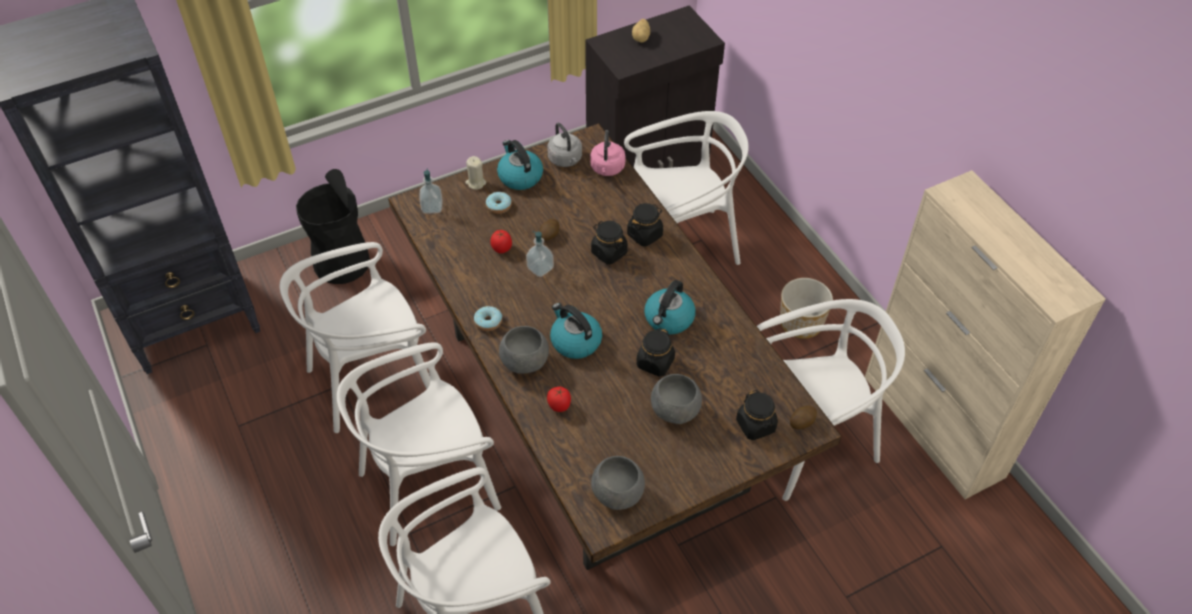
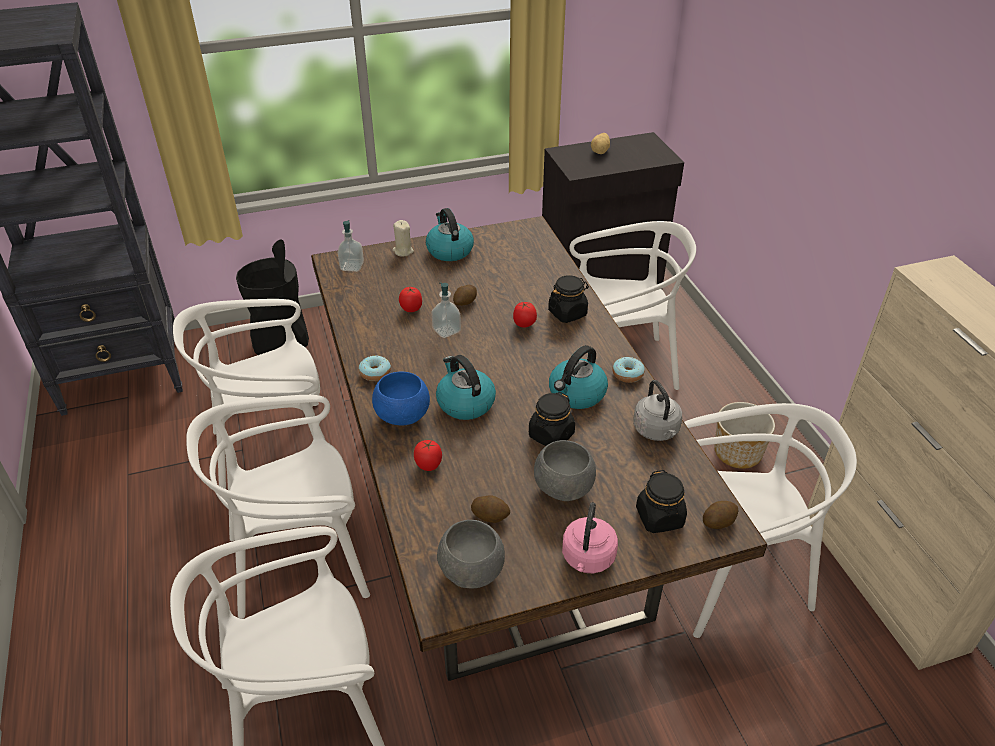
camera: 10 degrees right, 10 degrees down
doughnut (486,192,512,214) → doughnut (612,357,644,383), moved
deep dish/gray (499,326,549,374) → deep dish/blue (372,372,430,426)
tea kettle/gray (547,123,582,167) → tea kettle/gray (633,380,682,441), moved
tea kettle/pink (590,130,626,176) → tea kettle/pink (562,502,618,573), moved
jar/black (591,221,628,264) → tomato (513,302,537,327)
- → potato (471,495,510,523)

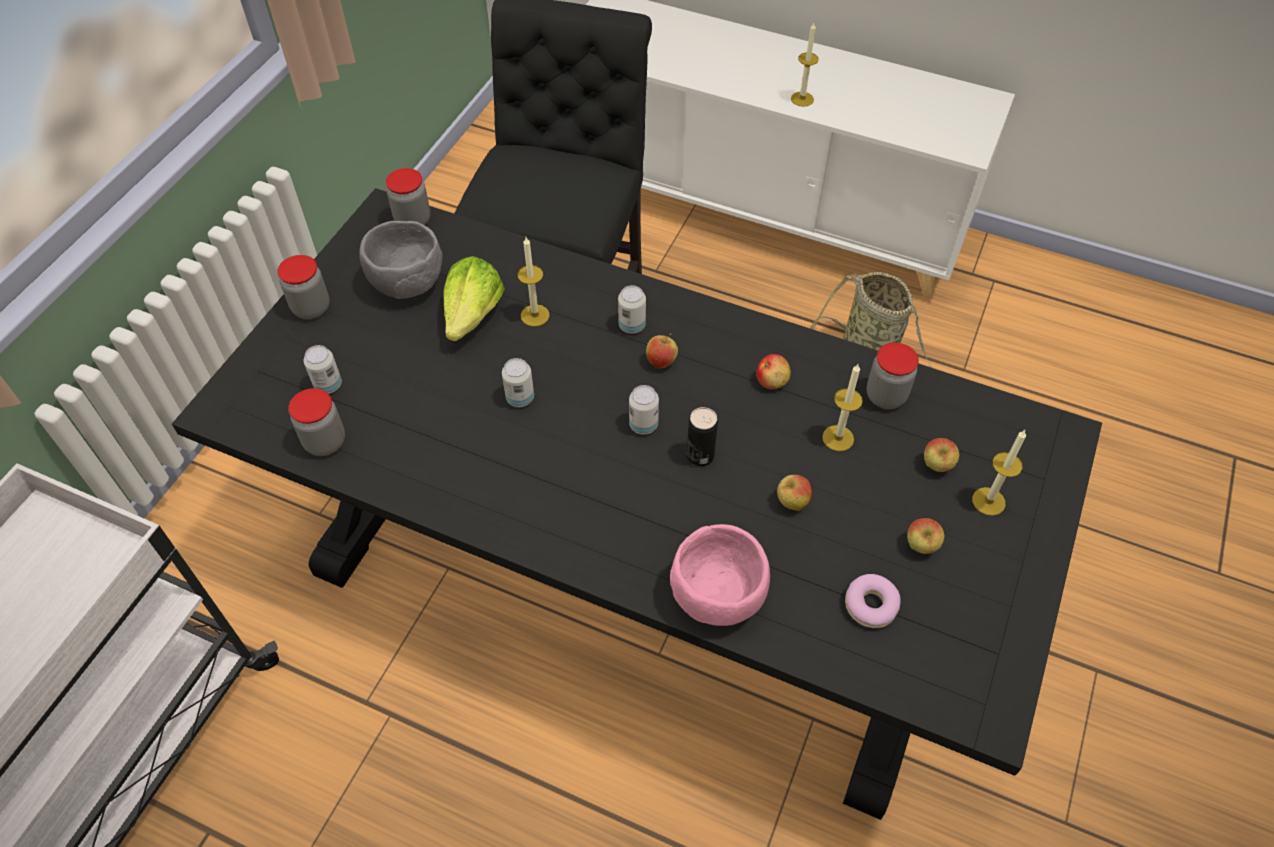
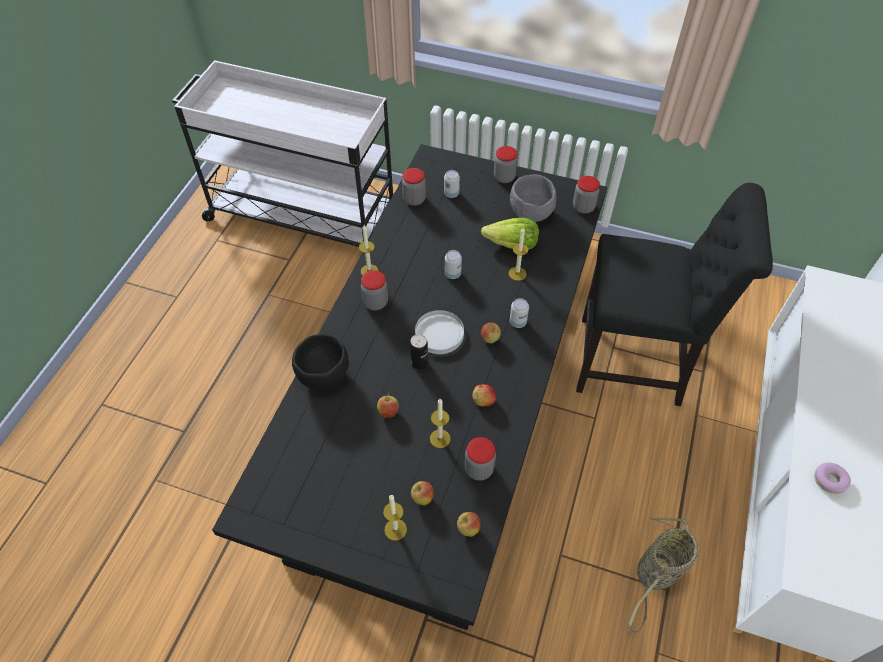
camera: 85 degrees right, 0 degrees up
can (629,385,659,434) → dinner plate/white (415,310,464,354)
deep dish/pink (670,524,770,626) → deep dish/black (292,334,349,390)
candle (791,23,819,107) → candle (359,225,378,276), moved
doughnut (845,574,901,628) → doughnut (814,462,851,494), moved
apple fruit (907,518,945,554) → apple fruit (457,512,480,537), moved
- → jar (361,270,388,310)

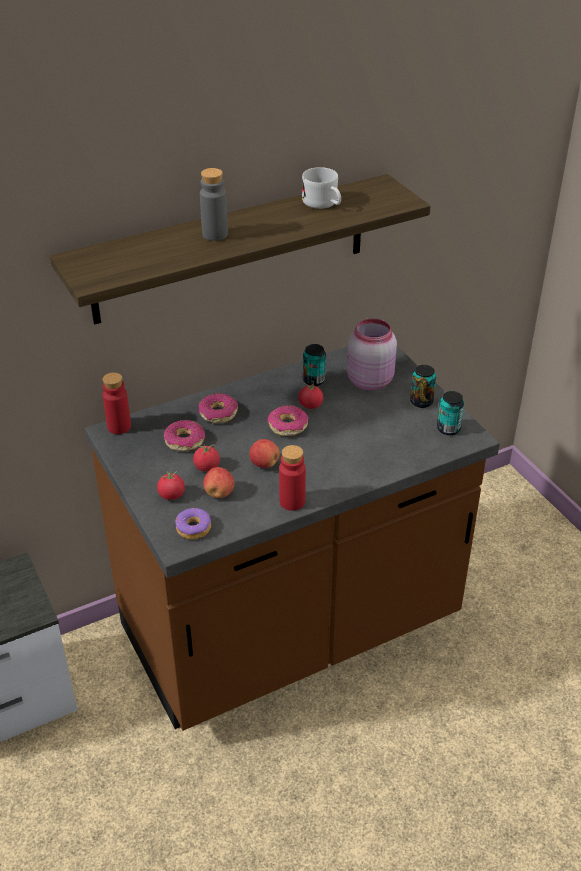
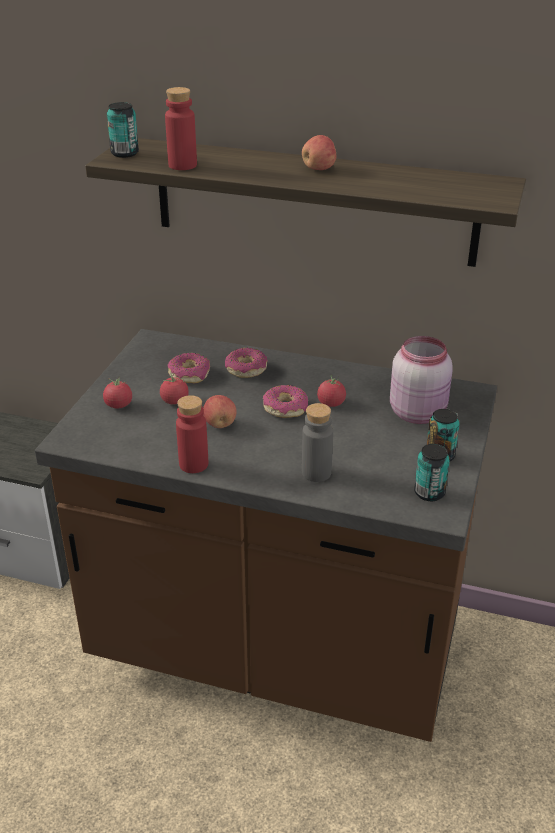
camera: 45 degrees right, 5 degrees down
beverage bottle/red (102,372,131,434) → beverage bottle/red (165,87,197,170), moved
doughnut (175,508,211,539) → -
beverage bottle/gray (200,168,228,241) → beverage bottle/gray (302,403,333,482), moved
apple fruit (203,467,234,498) → apple fruit (302,135,336,170), moved
mug/white (302,167,341,209) → -
can (303,344,326,386) → can (107,102,139,158), moved

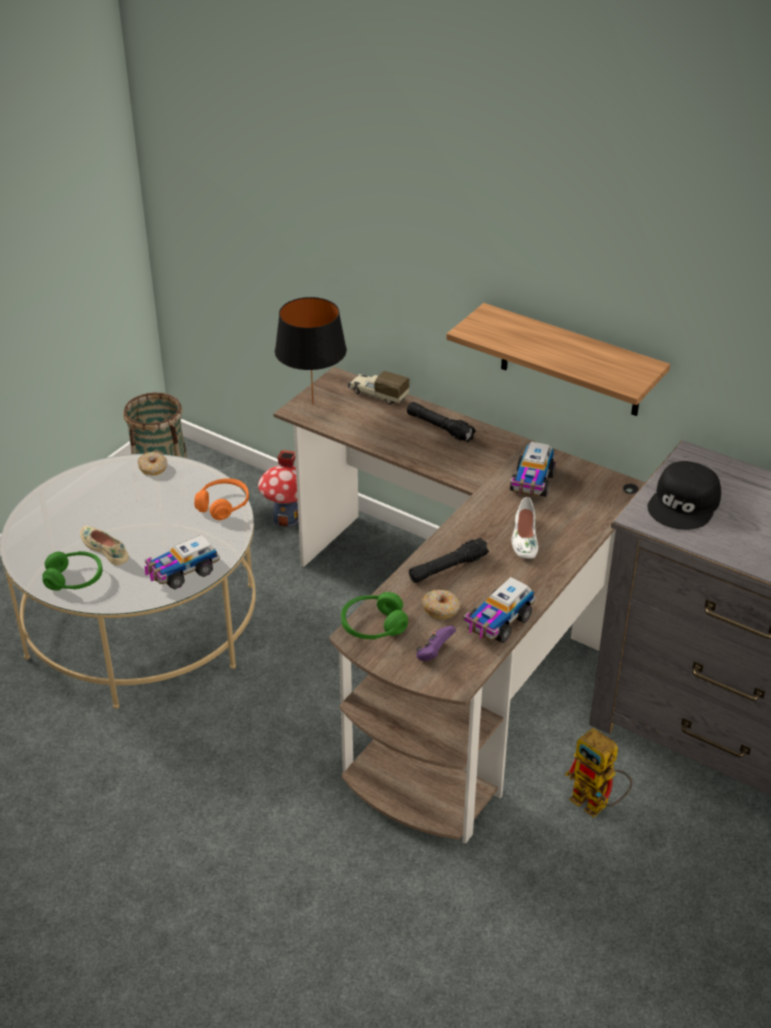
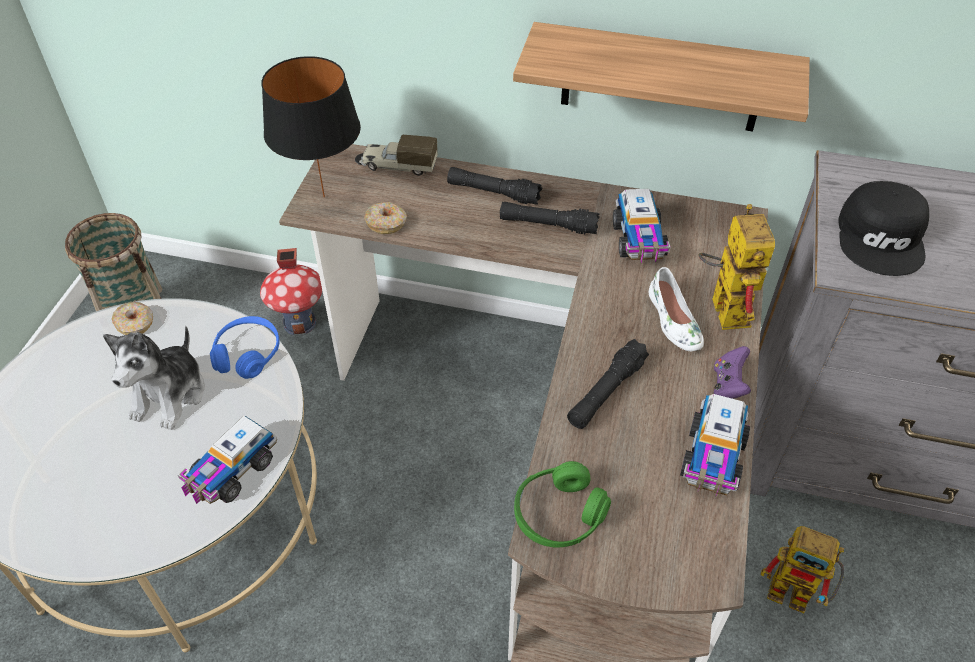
camera: 20 degrees left, 10 degrees up
headset/green (42,551,103,591) → -
item of footwear/sand-coloured (80,526,129,566) → -
headset/orange-coloured (194,478,249,520) → headset/blue (210,316,280,379)
joypad/purple-coloured (416,625,456,661) → joypad/purple-coloured (714,346,751,399), moved
doughnut (422,589,460,619) → doughnut (364,202,407,234), moved
- → soft toy (103,326,205,430)
- → torch/black (500,202,600,234)
- → model robot (698,204,775,330)

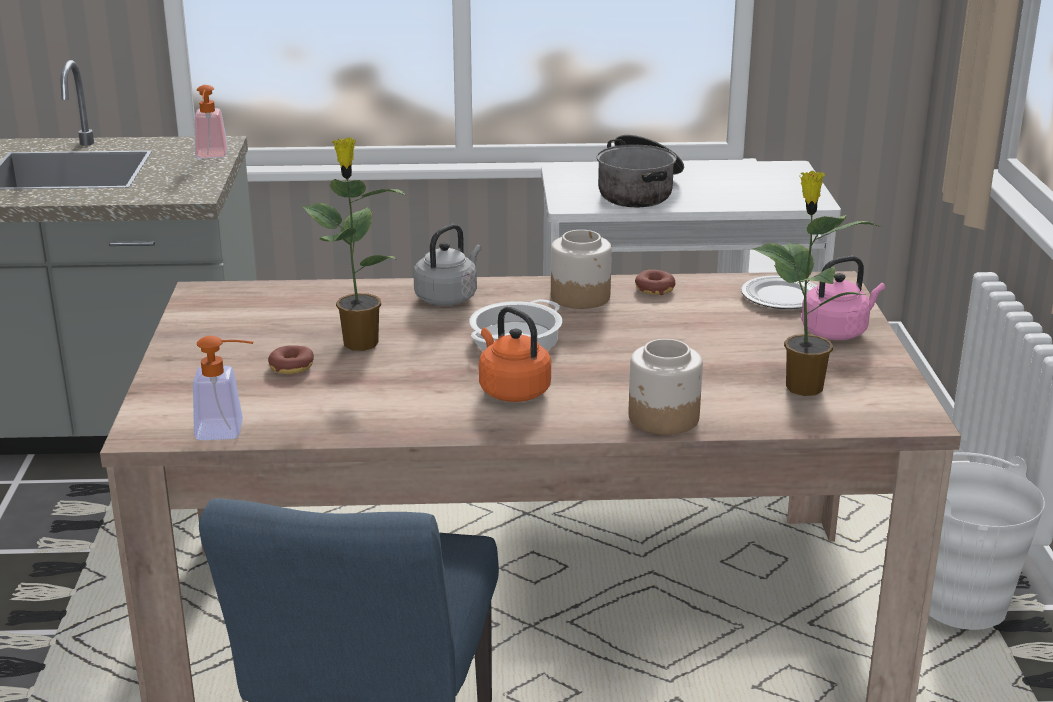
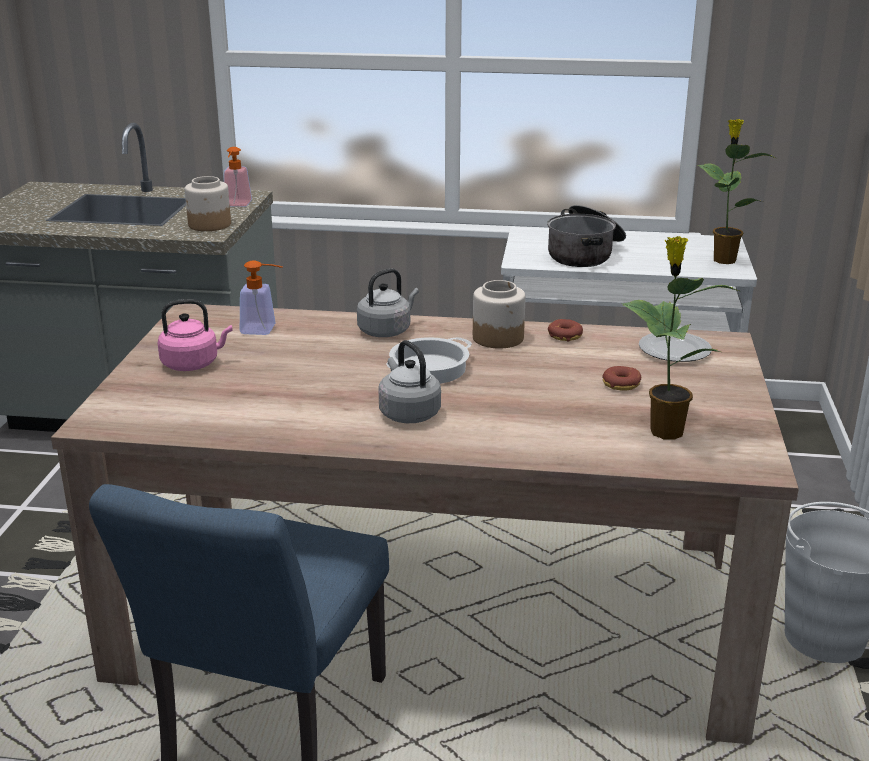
camera: 10 degrees right, 0 degrees up
soap dispenser (193,336,254,440) → soap dispenser (240,260,283,335), moved
doughnut (268,345,314,374) → doughnut (602,366,641,391), moved
houseplant (302,138,408,351) → houseplant (698,119,775,264), moved
tea kettle/orange-coloured (479,307,551,402) → tea kettle/gray (378,340,441,423)
jar (629,339,703,435) → jar (185,176,231,231), moved
tea kettle/pink (801,256,885,340) → tea kettle/pink (158,299,233,371), moved

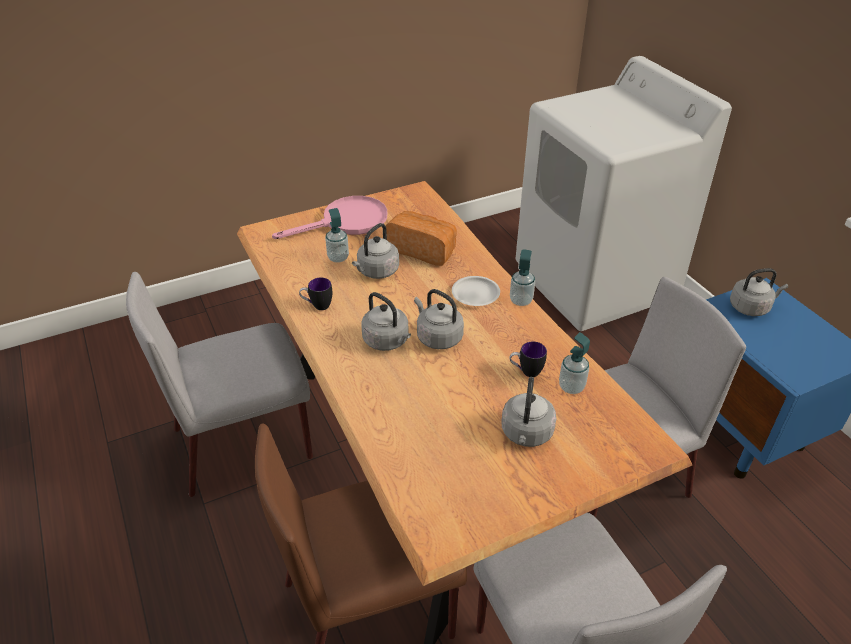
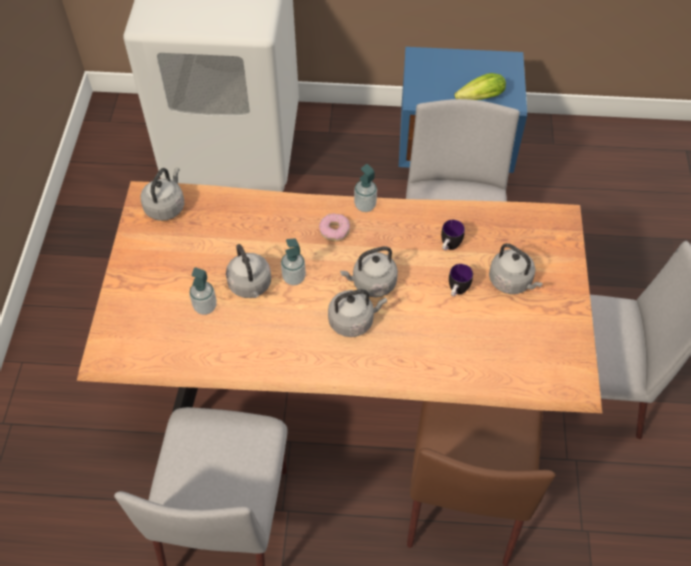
camera: 60 degrees left, 15 degrees up
skillet/pink (272,196,387,239) → -
mug (299,278,332,310) → mug (449,264,473,296), moved
bakery bread (386,211,457,266) → -
dinner plate/white (452,276,500,306) → doughnut (319,213,350,242)
soap dispenser (559,332,590,394) → soap dispenser (281,238,306,286), moved
tea kettle/gray (730,268,788,316) → tea kettle/gray (141,167,184,221), moved
- → lettuce head (454,73,506,100)

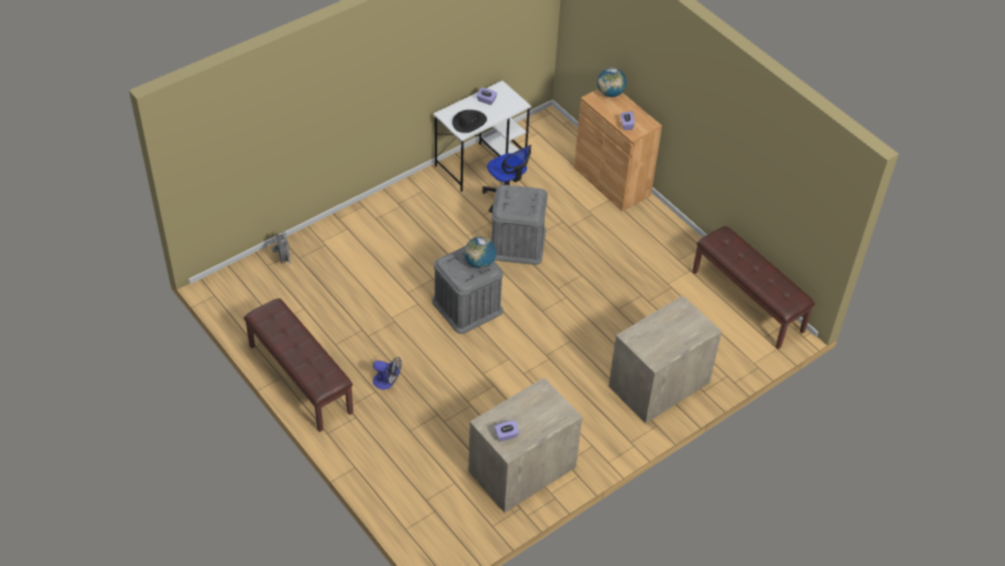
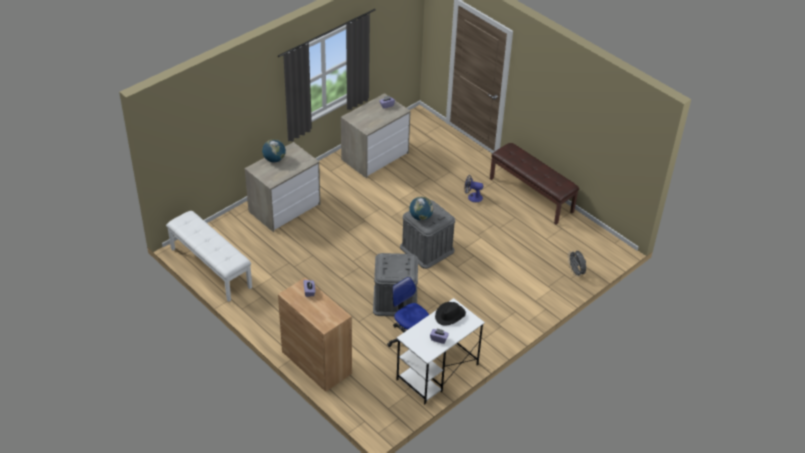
camera: 175 degrees right, 5 degrees down
desk globe (597,67,627,97) → desk globe (262,139,286,162), moved
indoor bench/brownish (692,226,815,349) → indoor bench/white (166,211,252,302)

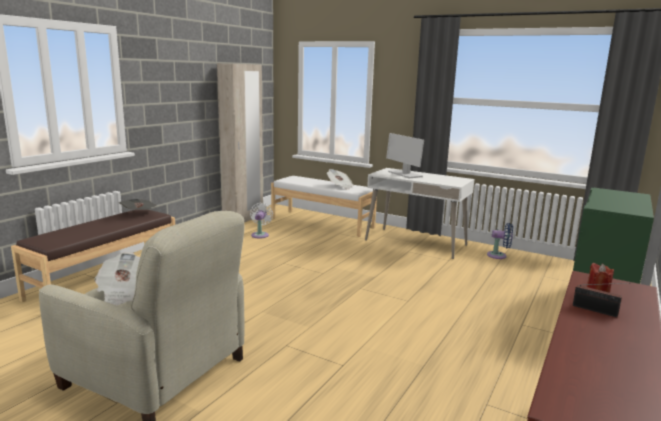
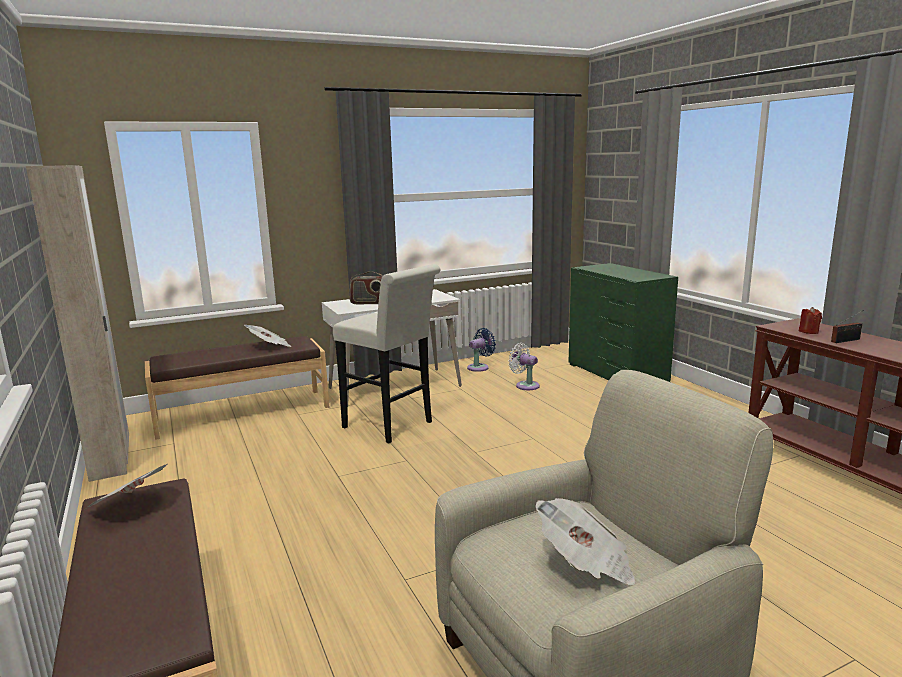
camera: 55 degrees left, 0 degrees up
fan/white (250,203,273,238) → fan/white (508,343,540,390), moved
indoor bench/white (271,176,377,237) → indoor bench/brownish (145,336,329,440)
monitor (386,133,424,179) → radio set (350,271,383,304)
- → stool seat/white (333,264,440,443)

